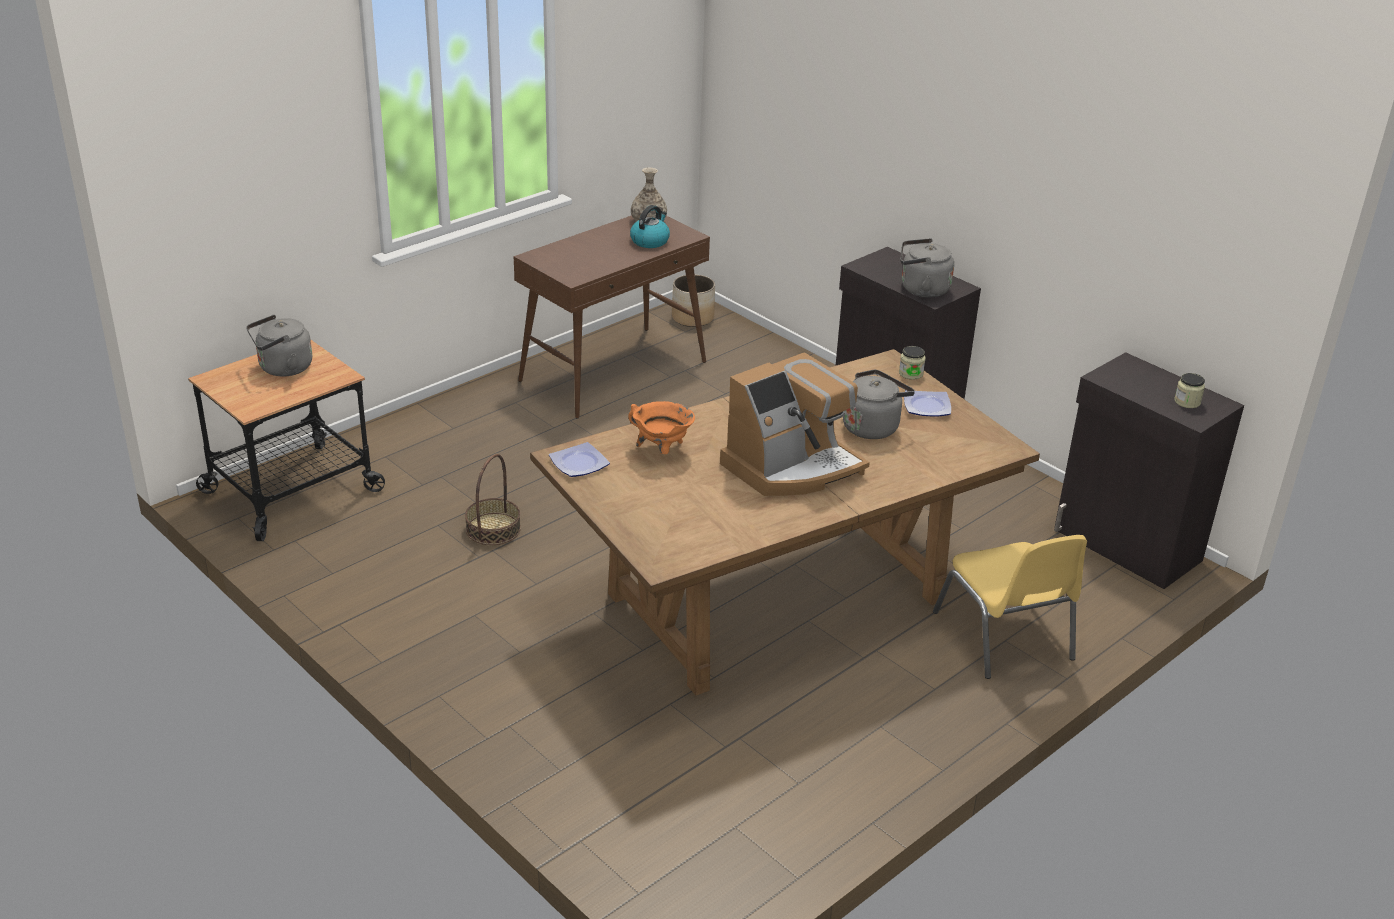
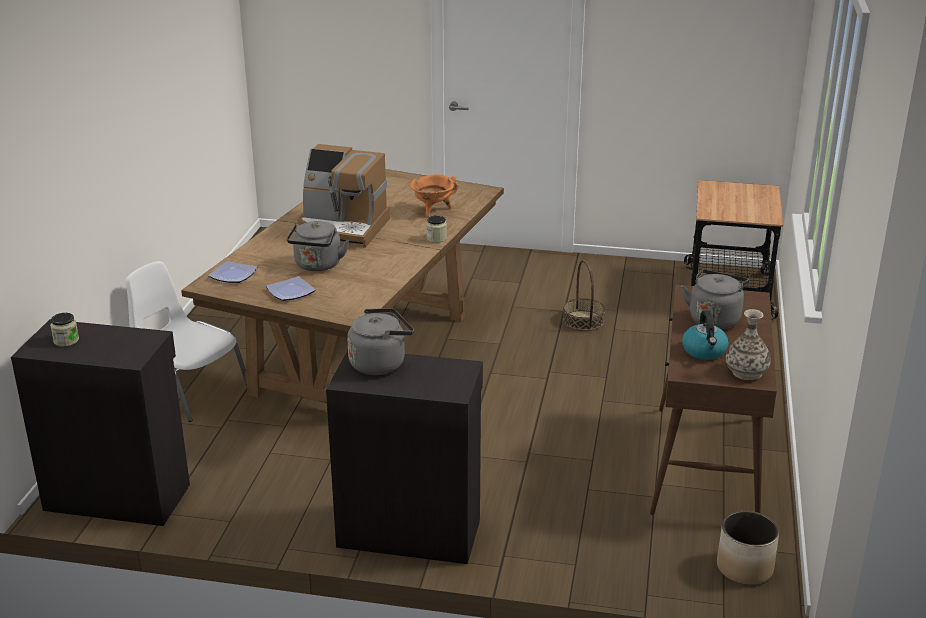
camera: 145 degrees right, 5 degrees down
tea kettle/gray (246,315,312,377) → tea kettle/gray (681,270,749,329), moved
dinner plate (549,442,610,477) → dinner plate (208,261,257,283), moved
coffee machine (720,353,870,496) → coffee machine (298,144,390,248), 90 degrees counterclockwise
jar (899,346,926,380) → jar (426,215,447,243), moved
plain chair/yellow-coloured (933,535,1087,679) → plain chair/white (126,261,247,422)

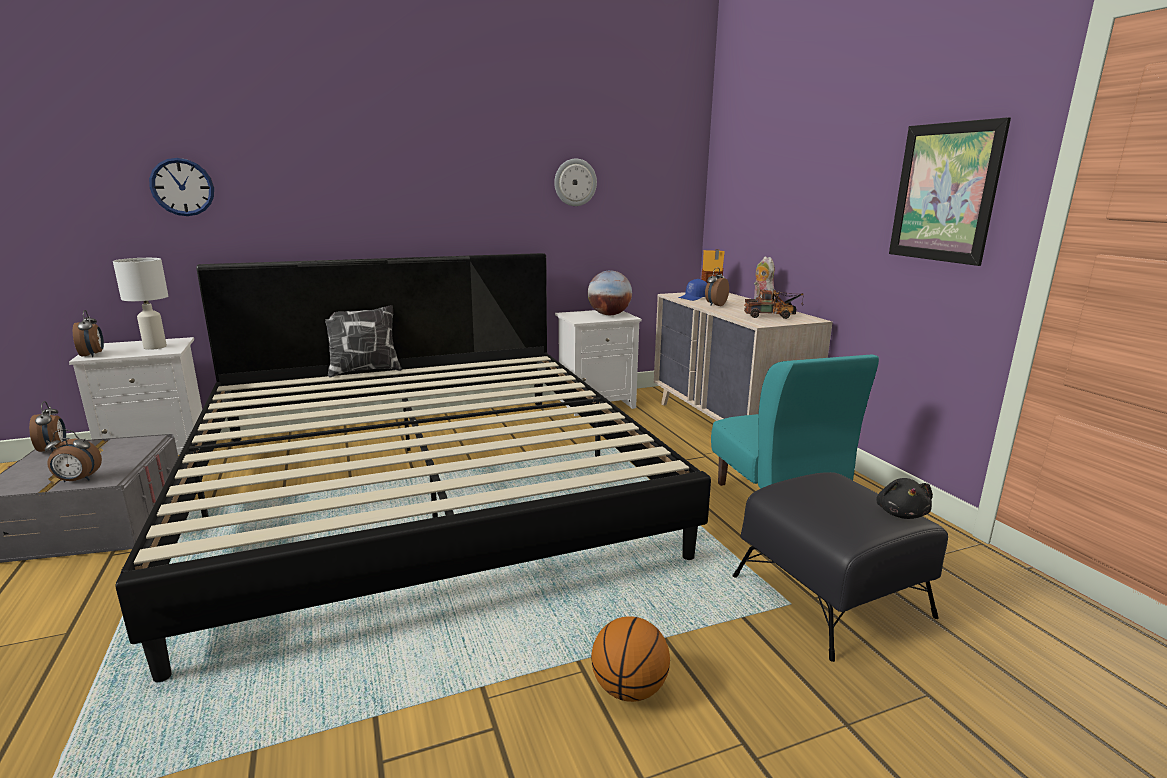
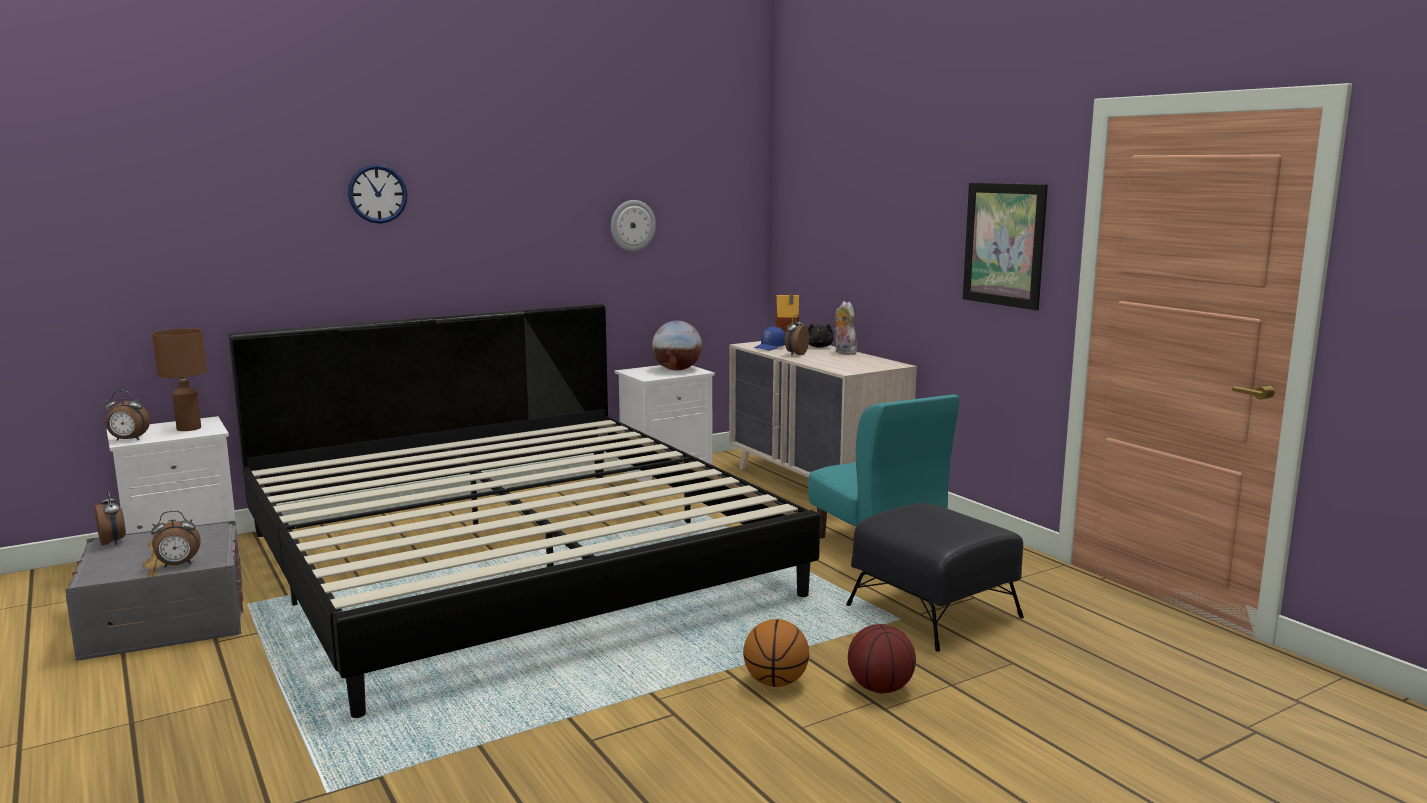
camera: 10 degrees left, 5 degrees down
alarm clock (73,310,104,357) → alarm clock (104,391,150,441), 120 degrees clockwise
table lamp/white (113,258,168,350) → table lamp/brownish (152,328,207,431)
hanging clock (149,158,214,216) → hanging clock (348,164,408,224), moved
throw pillow (325,305,402,377) → -
toy truck (744,290,804,319) → -
soft toy/black (876,478,933,519) → soft toy/black (808,324,834,348), moved
- → basketball (848,624,916,693)

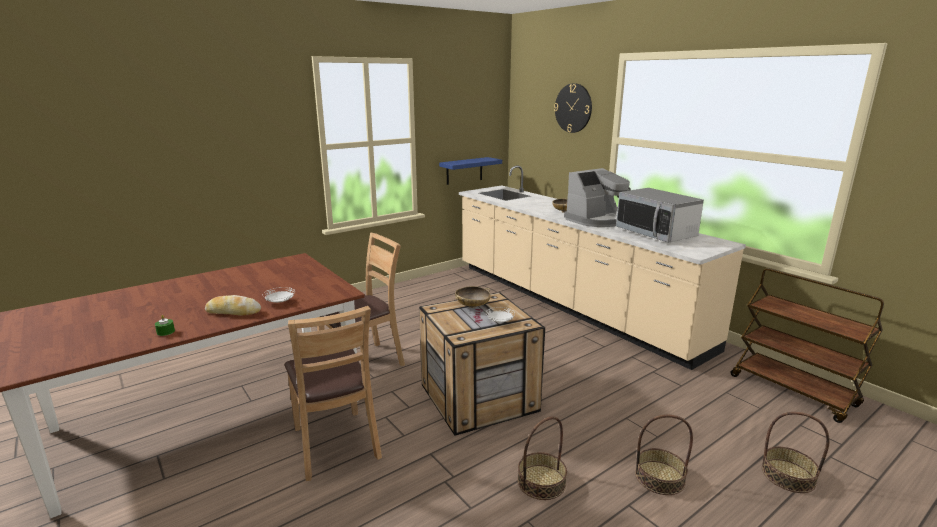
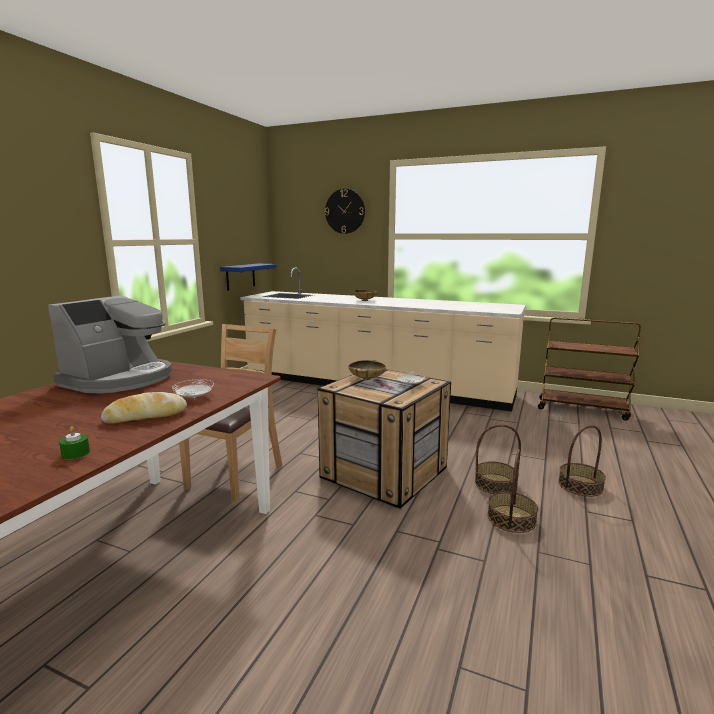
camera: 30 degrees left, 5 degrees down
plain chair/brownish (285,306,382,481) → -
coffee machine (564,168,631,227) → coffee machine (48,295,172,393), moved
microwave (616,188,704,243) → -
basket (762,412,830,493) → basket (475,424,521,494), moved

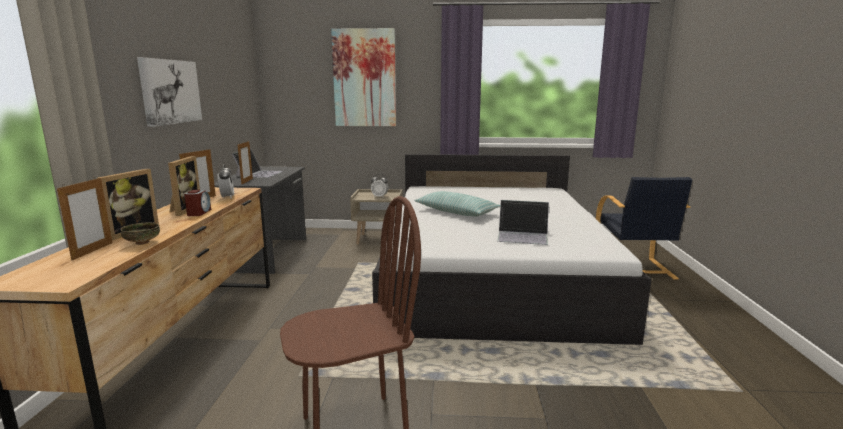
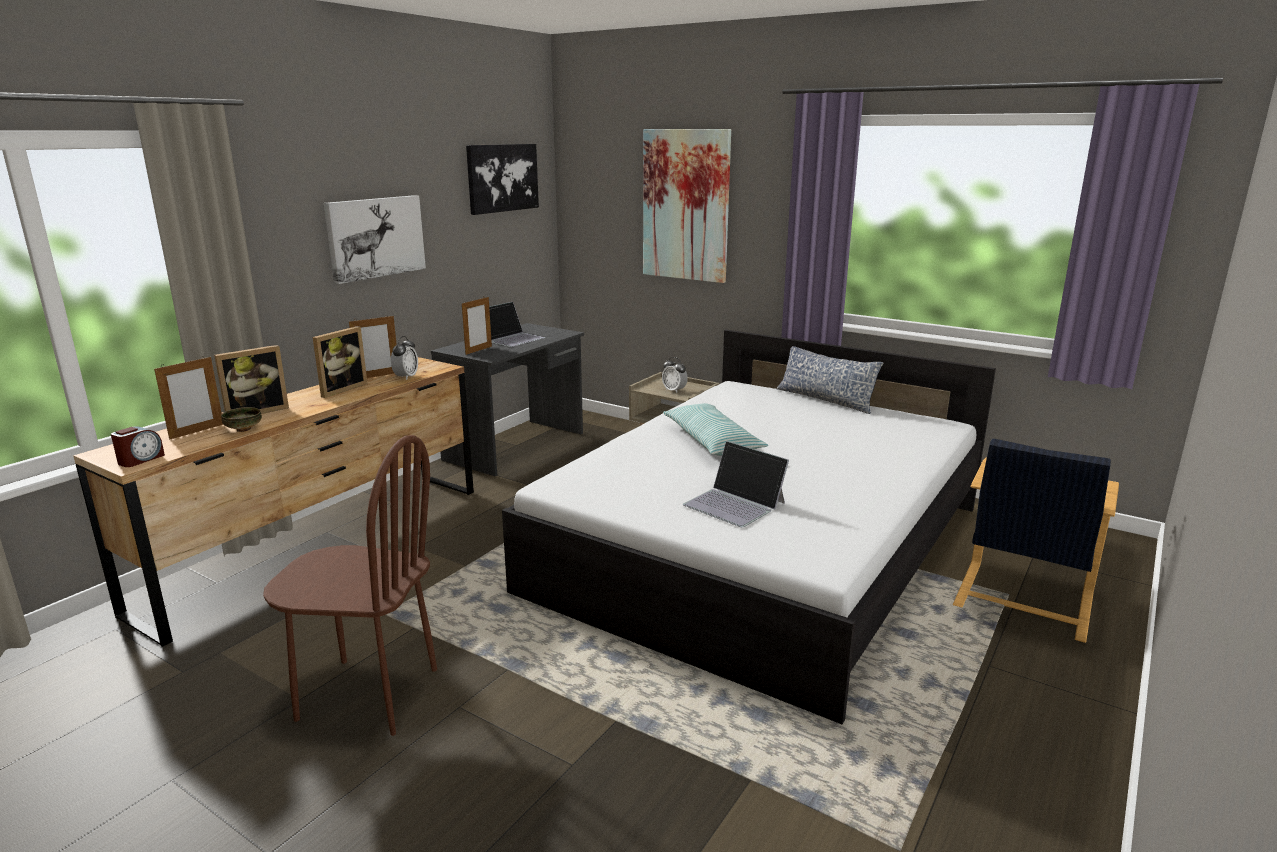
camera: 30 degrees right, 5 degrees up
alarm clock (184,190,211,216) → alarm clock (111,426,165,467), moved
- → picture (466,144,539,215)
- → throw pillow (776,346,884,414)

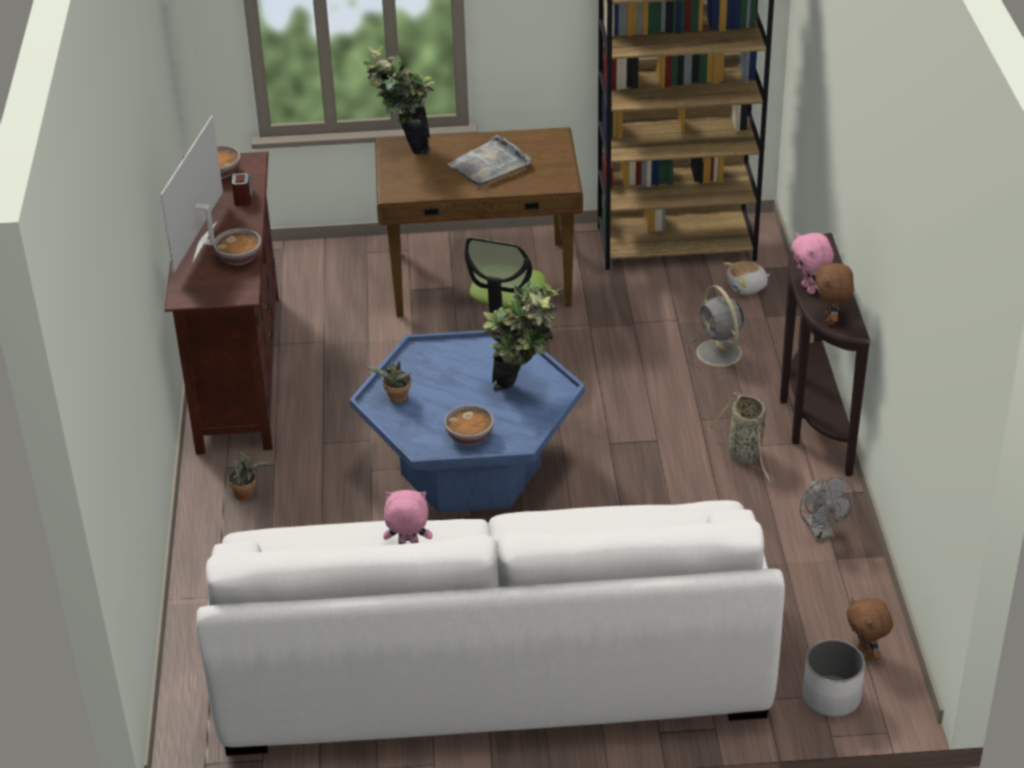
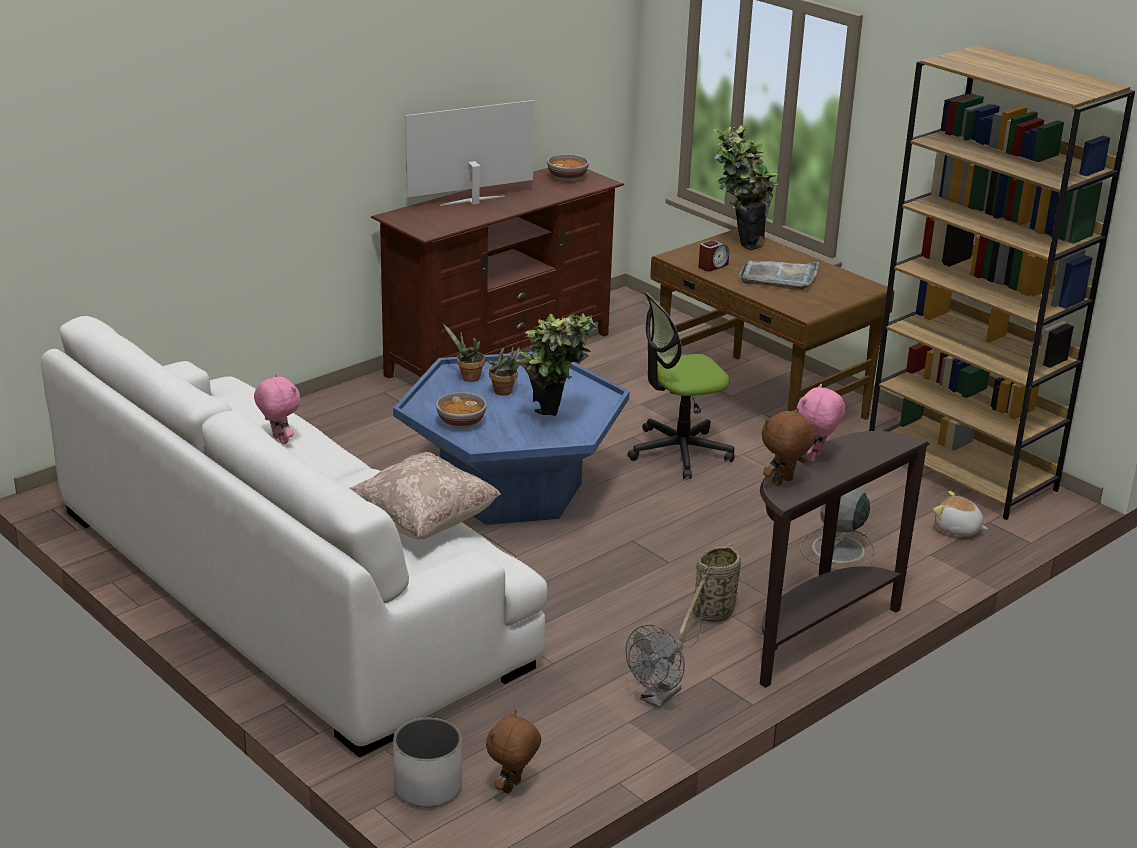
camera: 50 degrees right, 10 degrees down
deep dish (213,228,261,265) → -
houseplant (228,450,268,500) → houseplant (488,346,520,396), moved
alarm clock (232,173,252,206) → alarm clock (698,240,729,271), moved
- → throw pillow/sand-coloured (349,452,501,540)

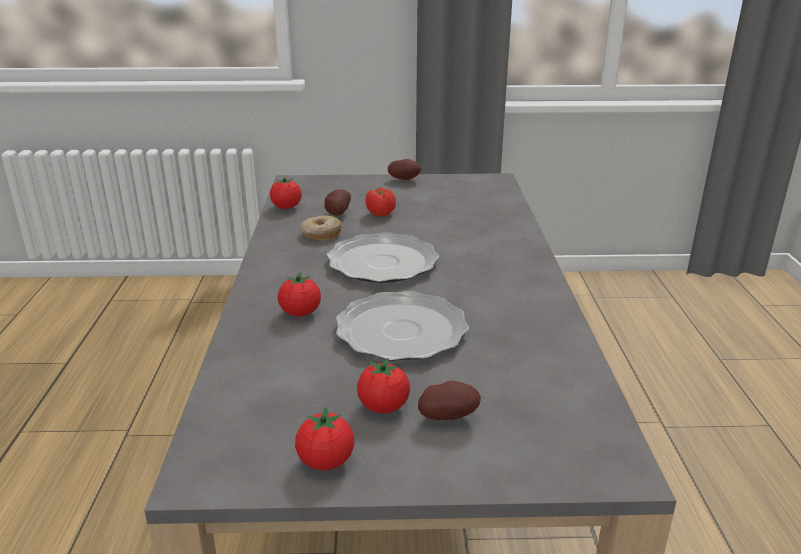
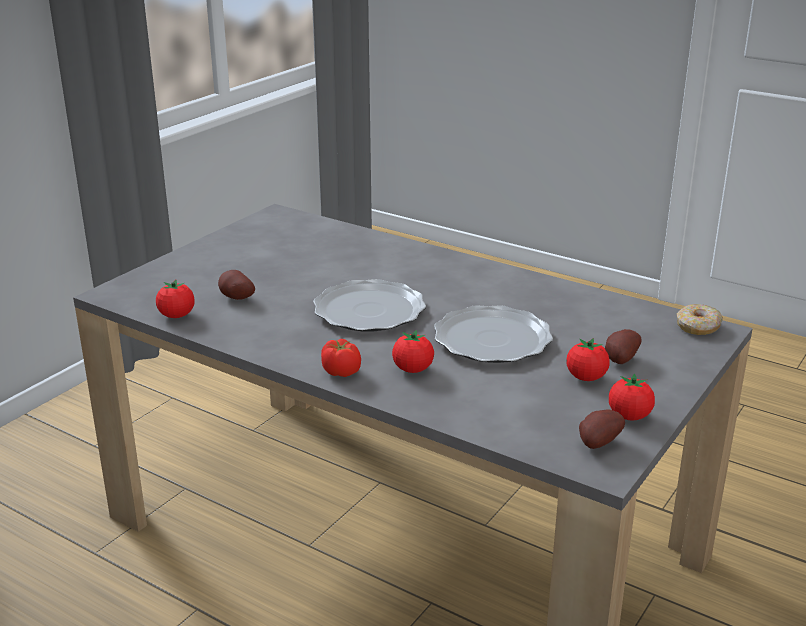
camera: 55 degrees left, 0 degrees up
doughnut (301,215,342,241) → doughnut (677,304,723,335), moved
tomato (365,187,396,217) → tomato (321,339,361,377), moved
potato (388,159,421,180) → potato (579,409,625,449), moved

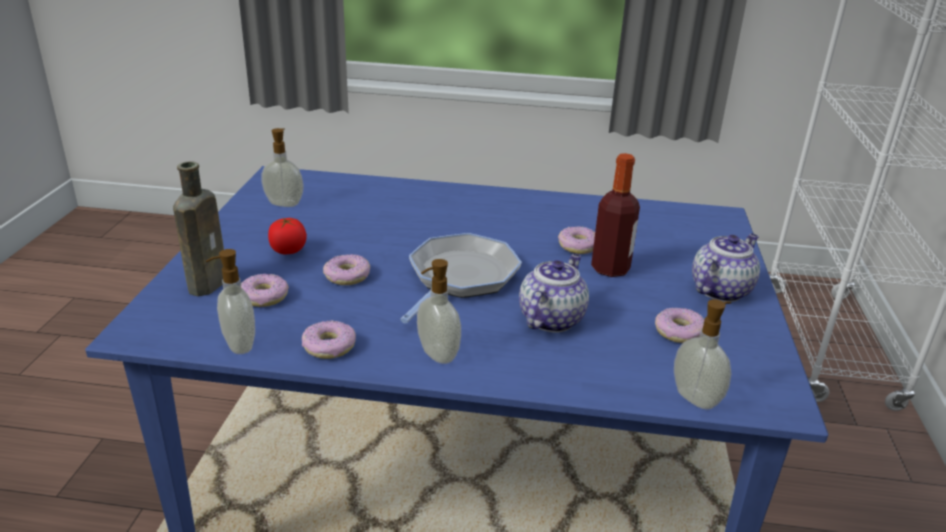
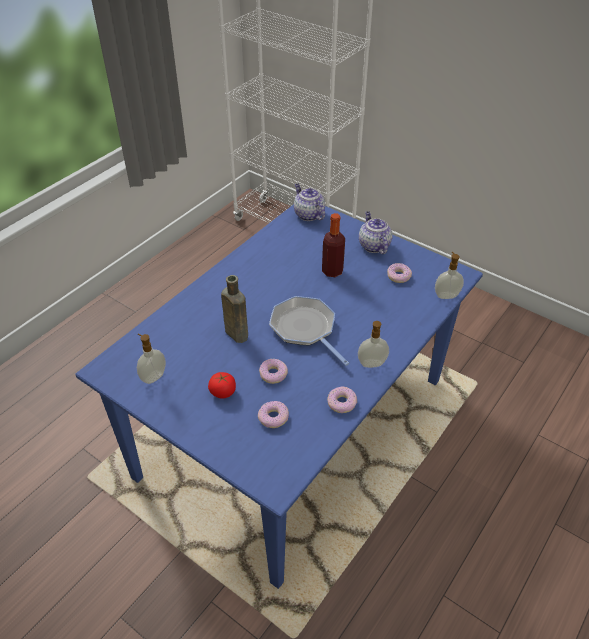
camera: 60 degrees left, 15 degrees up
beverage bottle/brownish (173,161,224,296) → beverage bottle/brownish (221,275,248,343), moved
soap dispenser (206,249,255,354) → -
pot for tea (519,253,589,333) → pot for tea (294,184,325,221), moved
doughnut (558,226,595,254) → -

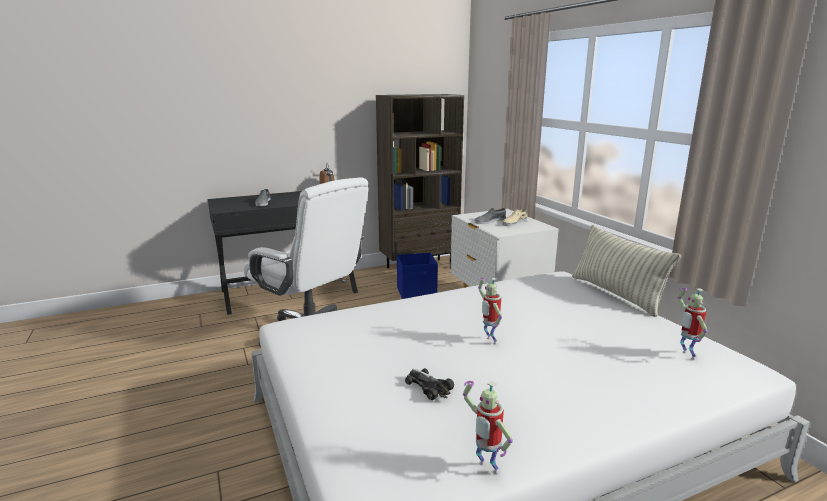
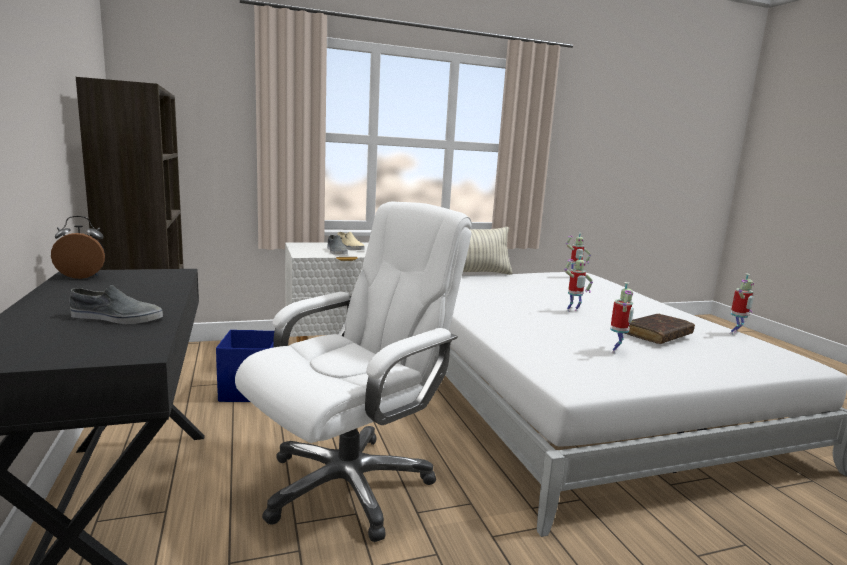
camera: 85 degrees left, 5 degrees down
model car (405,368,454,400) → bound book/brownish (625,314,695,344)
- → model robot (610,282,634,354)

